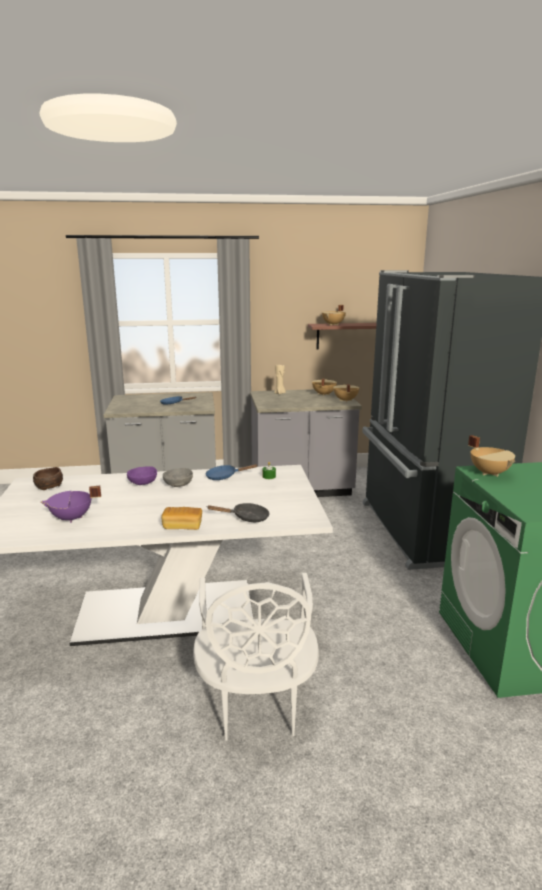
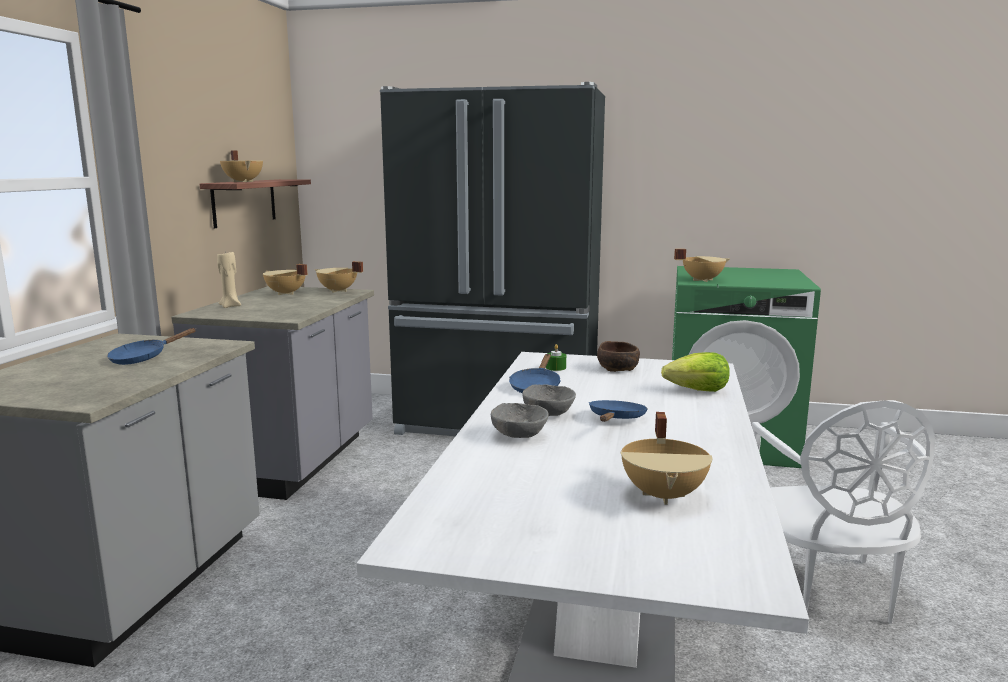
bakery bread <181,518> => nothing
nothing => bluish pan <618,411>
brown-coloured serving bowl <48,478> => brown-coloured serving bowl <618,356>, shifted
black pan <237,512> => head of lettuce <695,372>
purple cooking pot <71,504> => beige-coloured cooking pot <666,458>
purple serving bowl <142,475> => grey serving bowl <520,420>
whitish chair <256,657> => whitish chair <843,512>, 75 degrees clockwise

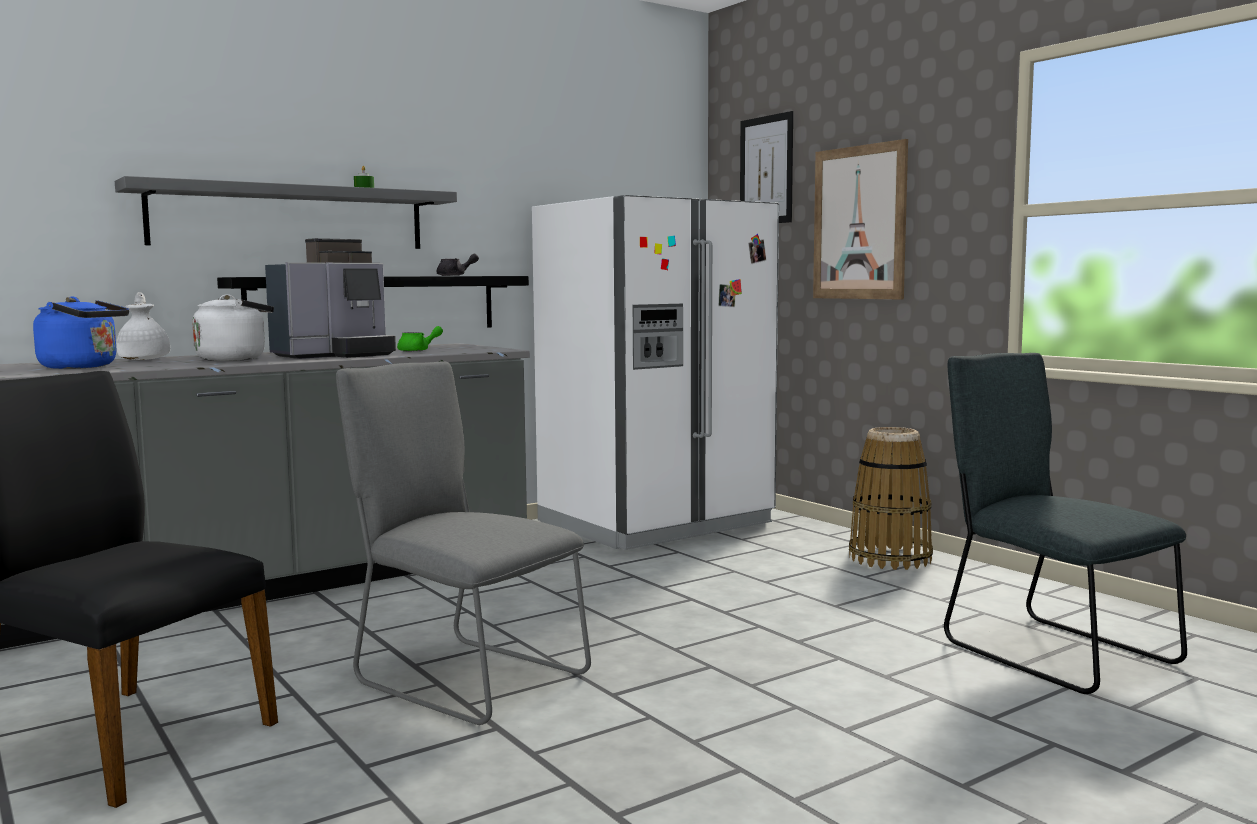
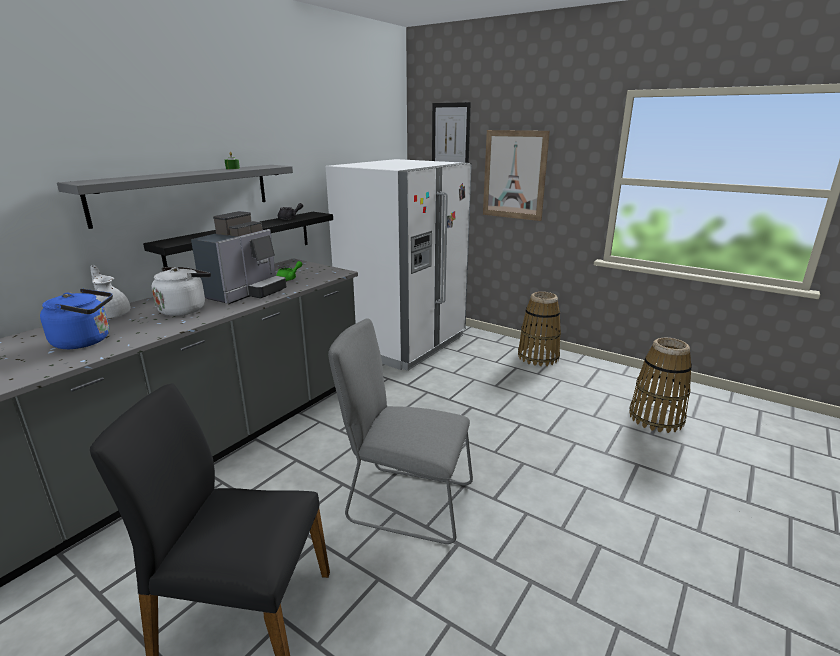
grey chair <1065,523> => storage basket <660,385>

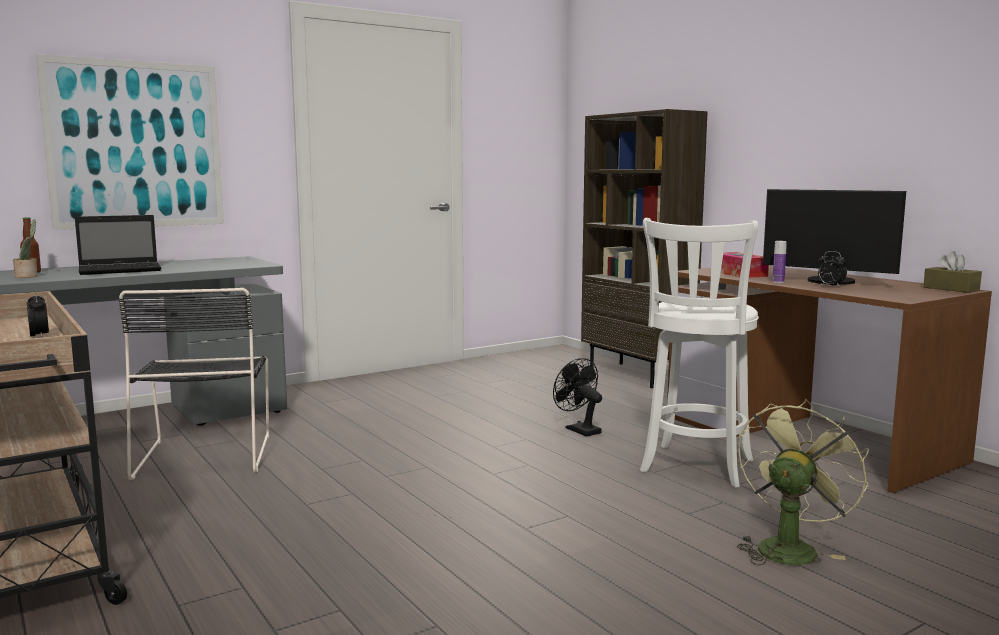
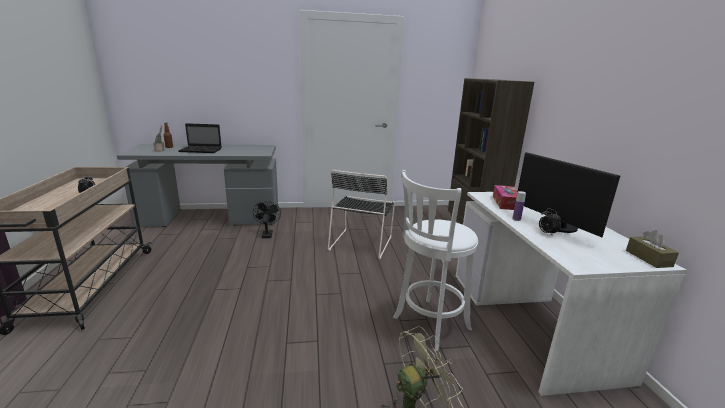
wall picture <130,142> => nothing
black chair <193,384> => black chair <361,214>, shifted
black fan <577,397> => black fan <267,219>, shifted
brown-coloured desk table <829,379> => whitish desk table <571,294>

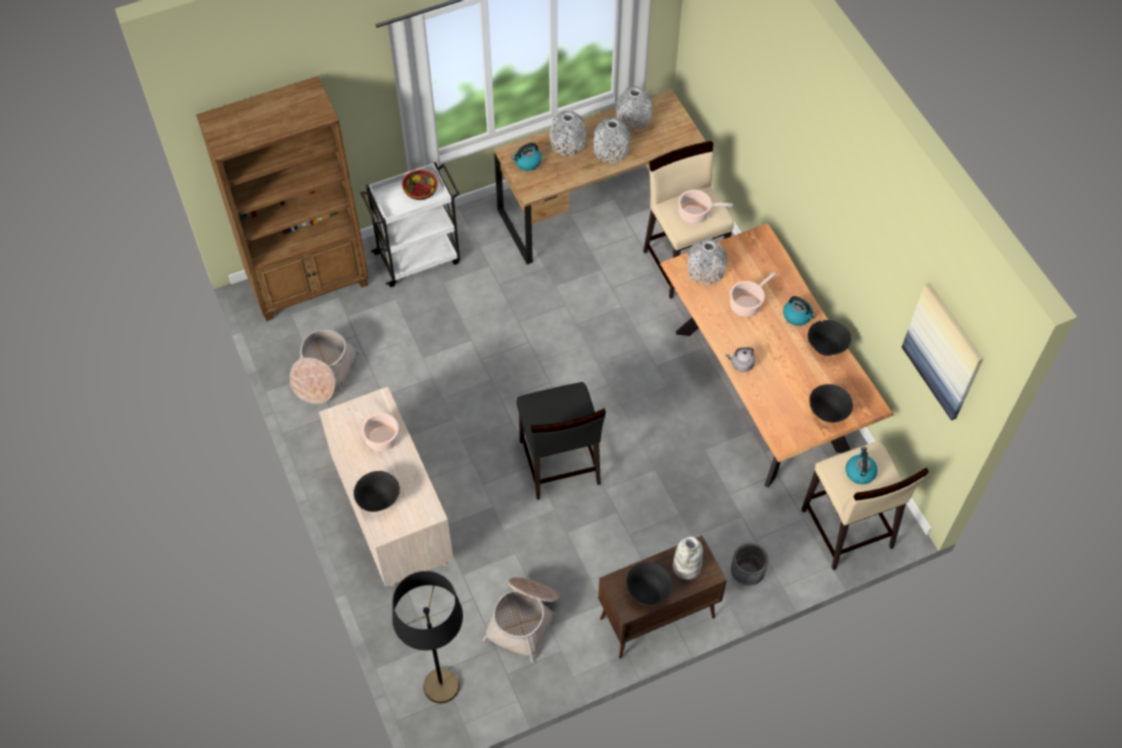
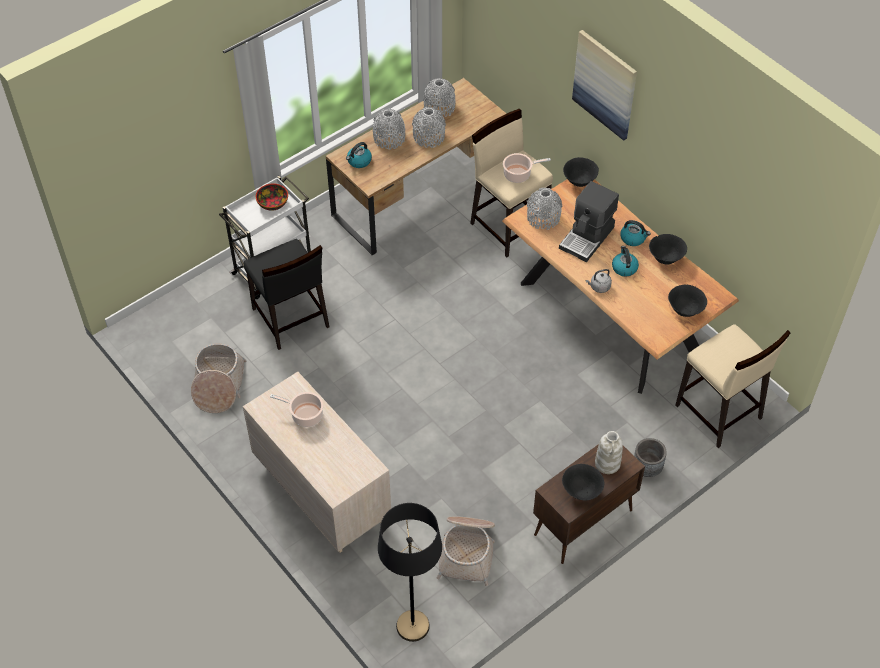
brown-coloured bookshelf <282,198> => nothing
black serving bowl <377,491> => black serving bowl <581,172>, shifted
black chair <561,441> => black chair <286,294>, shifted
kettle <862,465> => kettle <625,261>, shifted
wall picture <943,351> => wall picture <604,85>, shifted
cooking pot <753,294> => coffee machine <589,221>

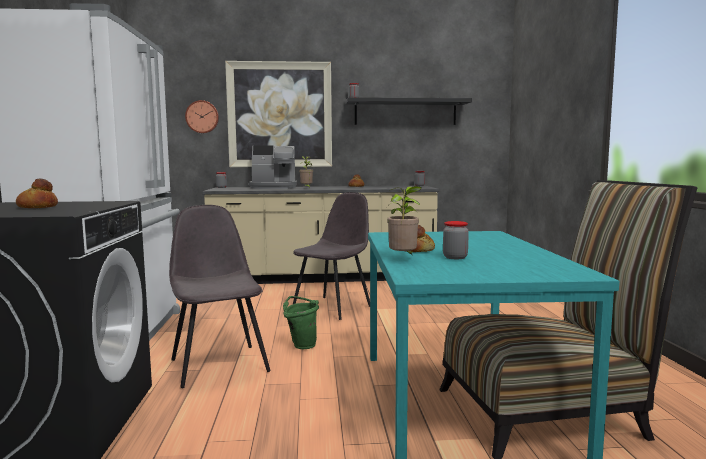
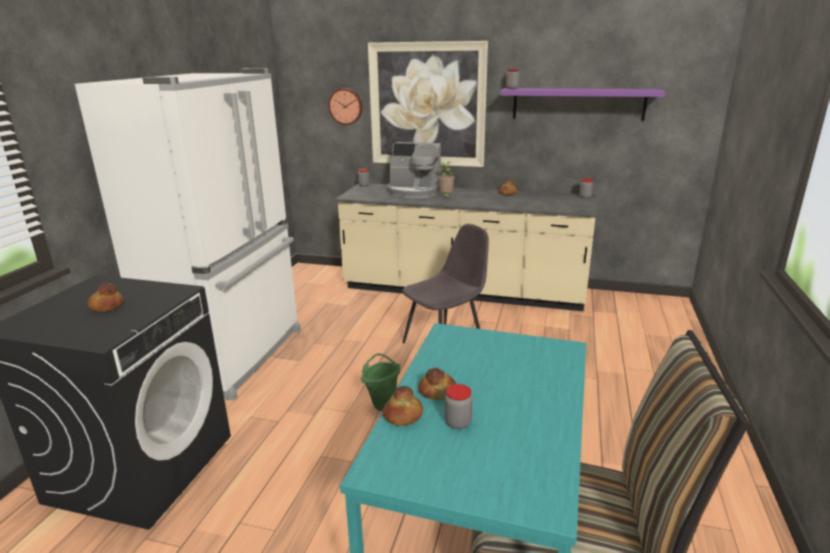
grey chair <220,296> => nothing
plant in a pot <404,221> => bakery bread <403,406>
black shelf <409,111> => purple shelf <582,104>

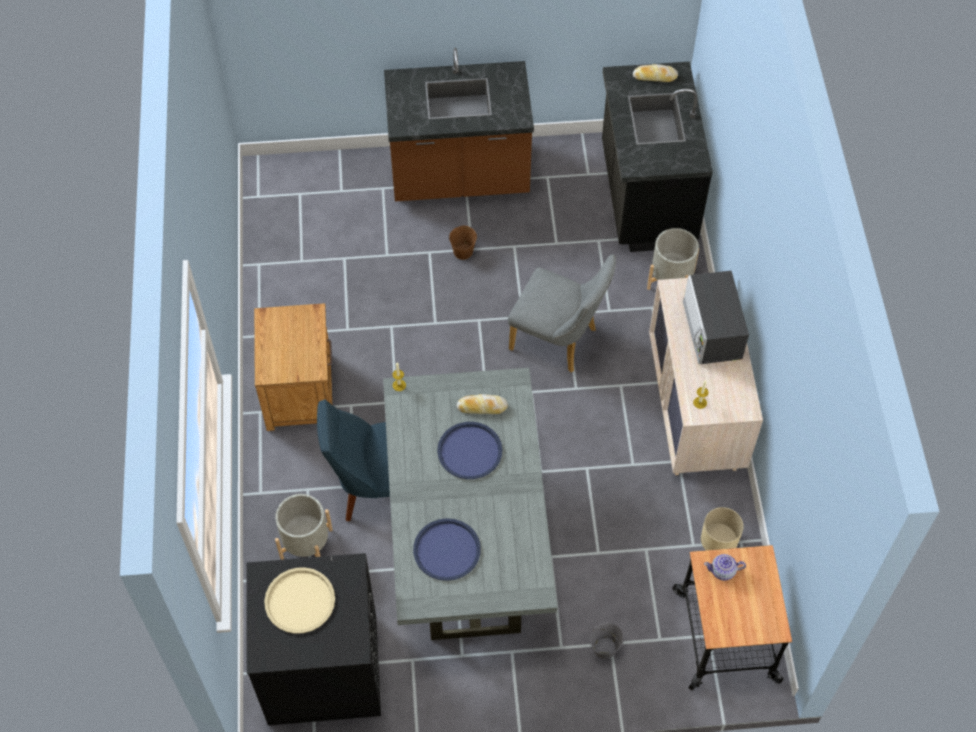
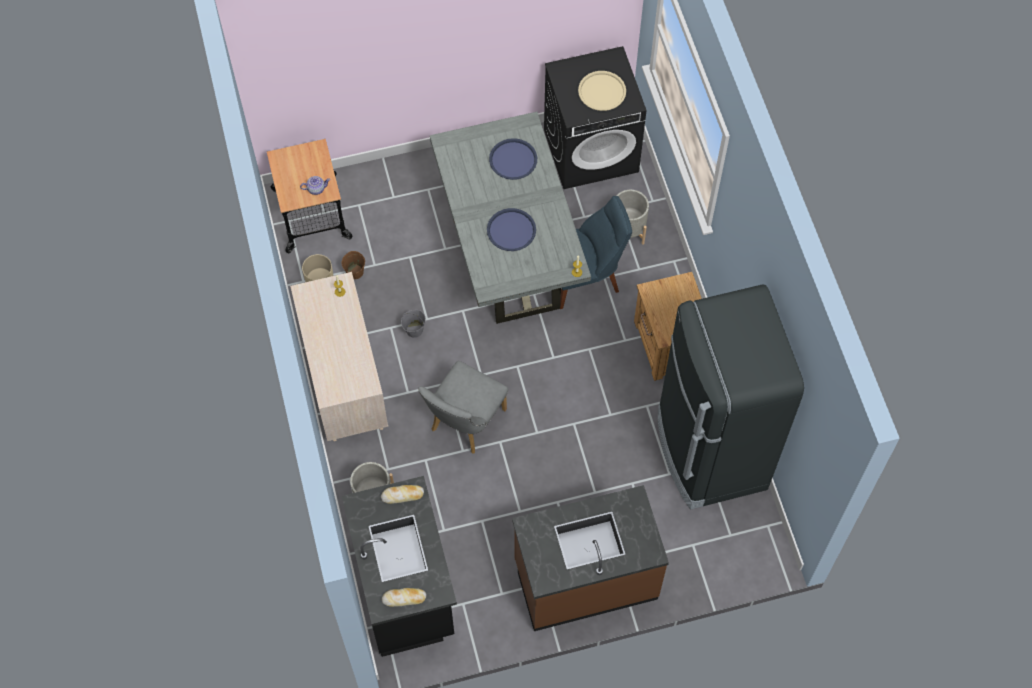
kitchen microwave <716,317> => nothing
nothing => black kitchen fridge <731,397>
brown-coloured water bucket <463,243> => brown-coloured water bucket <353,265>, shifted
bakery bread <482,404> => bakery bread <402,494>, shifted
grey water bucket <607,640> => grey water bucket <413,324>, shifted
grey chair <562,313> => grey chair <463,407>, 75 degrees counterclockwise

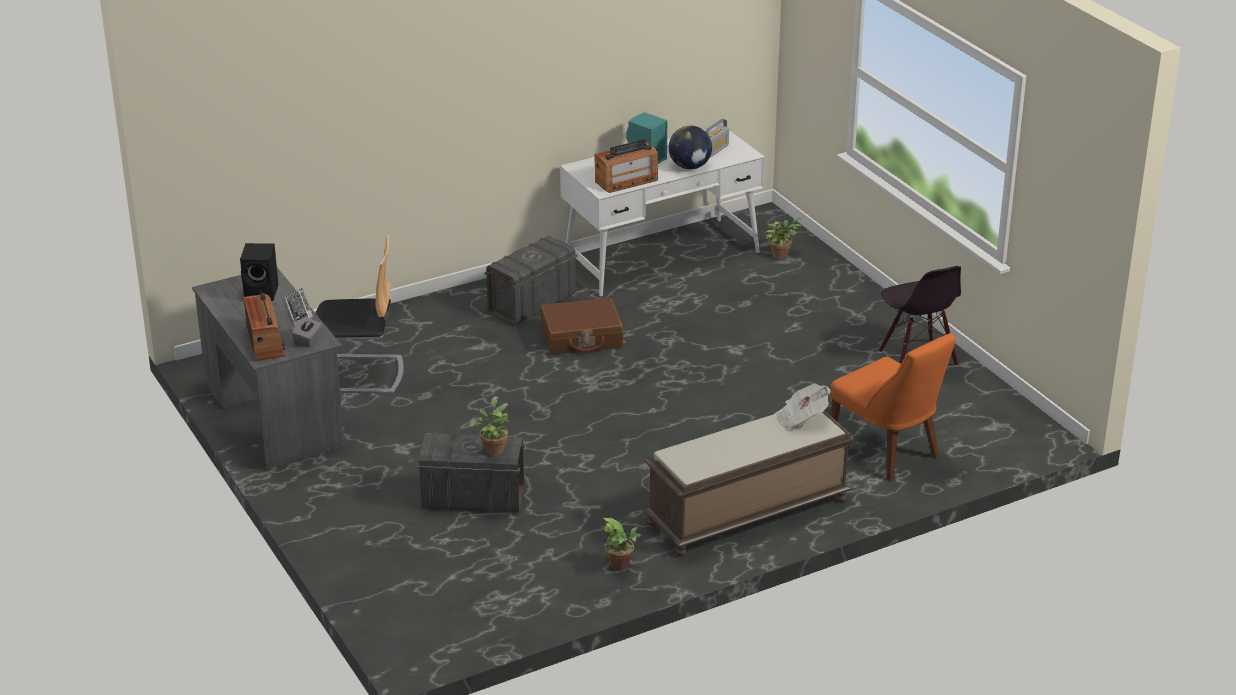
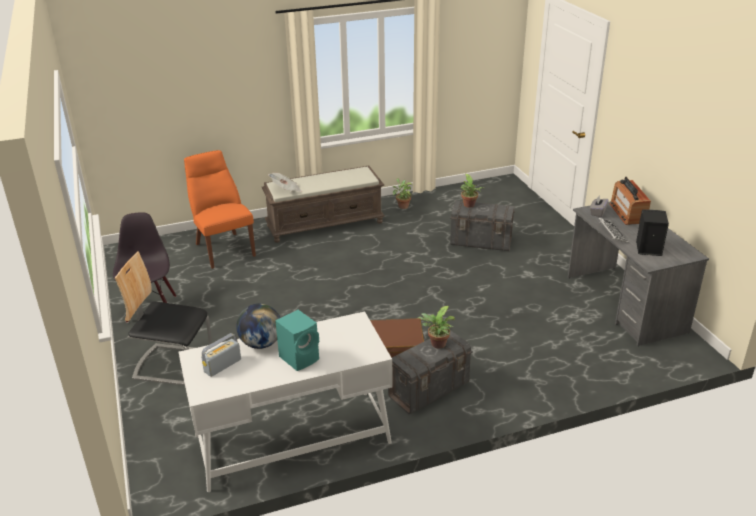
radio <626,166> => nothing
chair <360,314> => chair <163,318>, shifted
plant in a pot <784,238> => plant in a pot <436,327>, shifted

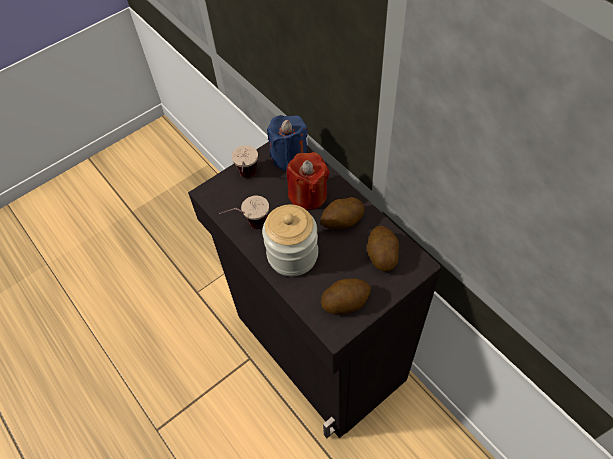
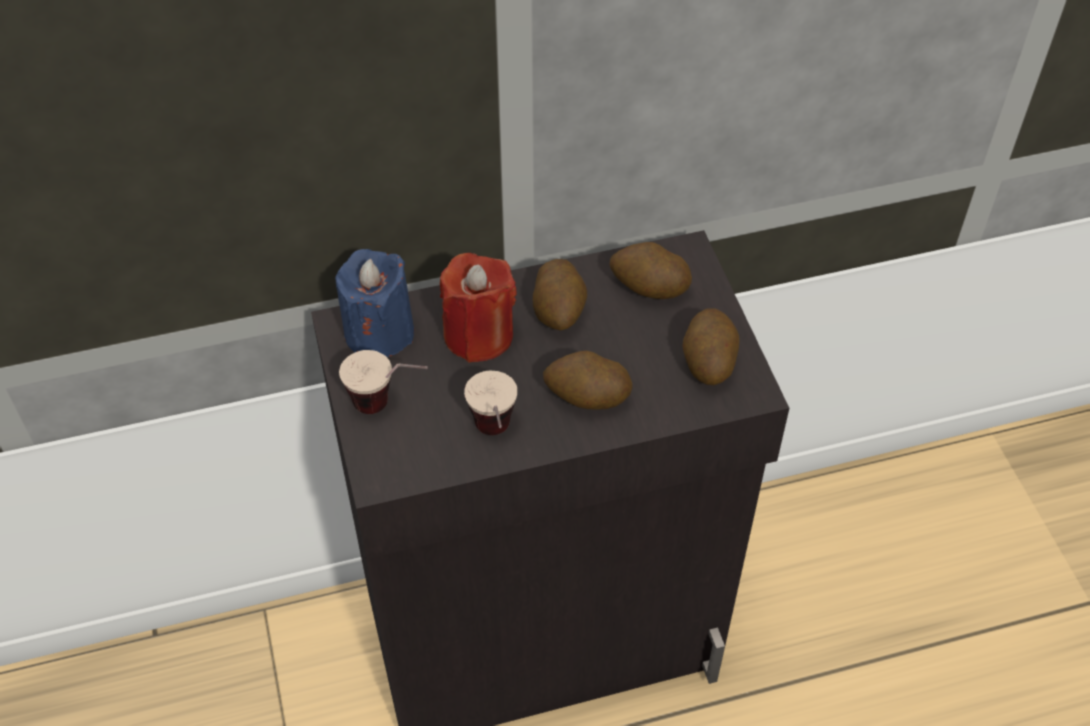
preserve jar <290,240> => whole potato <587,380>

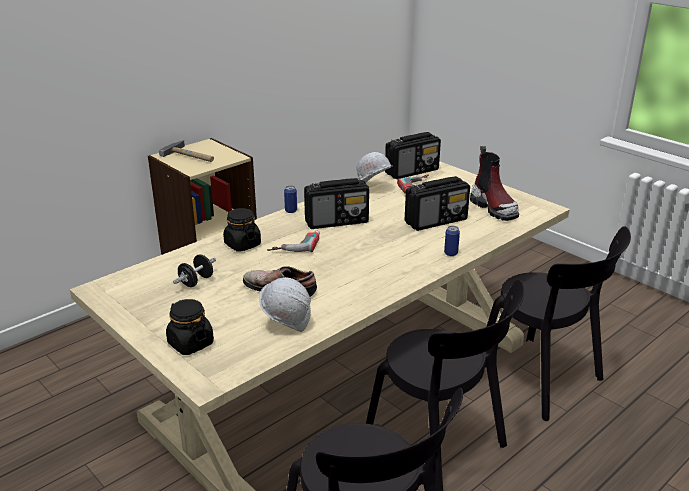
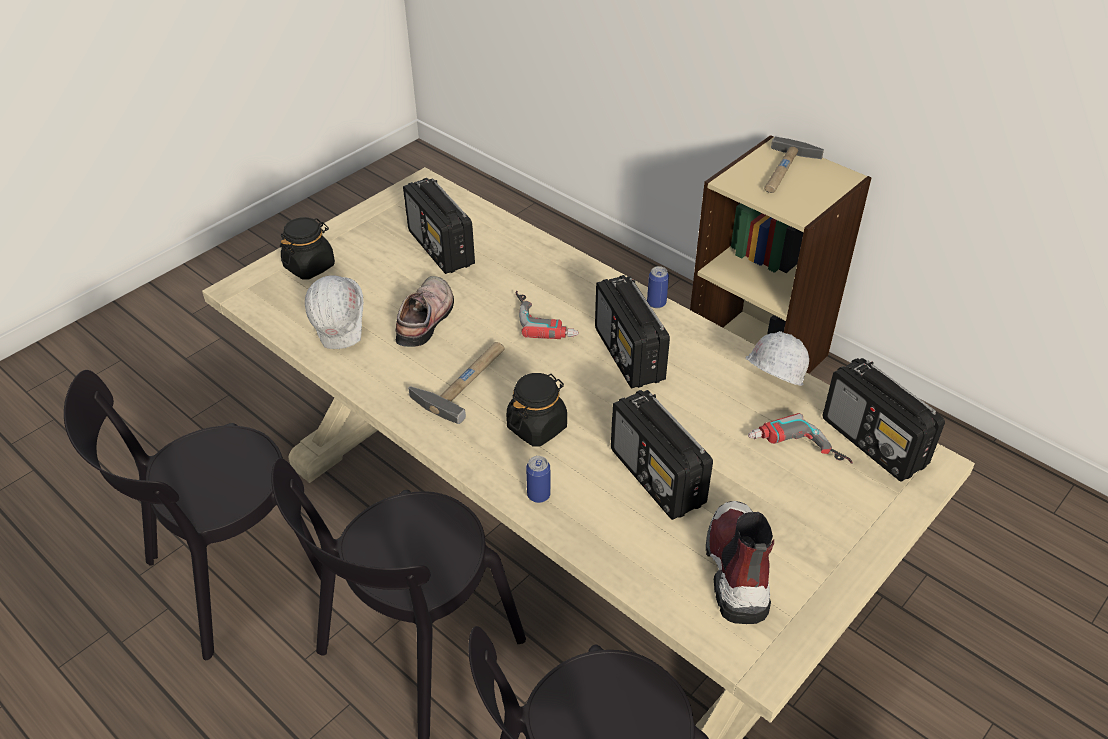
nothing => hand hammer <456,383>
black preserve jar <242,230> => black preserve jar <536,410>, shifted
black free weight <194,270> => radio <439,226>
high-top boot <494,183> => high-top boot <740,562>, 120 degrees clockwise

